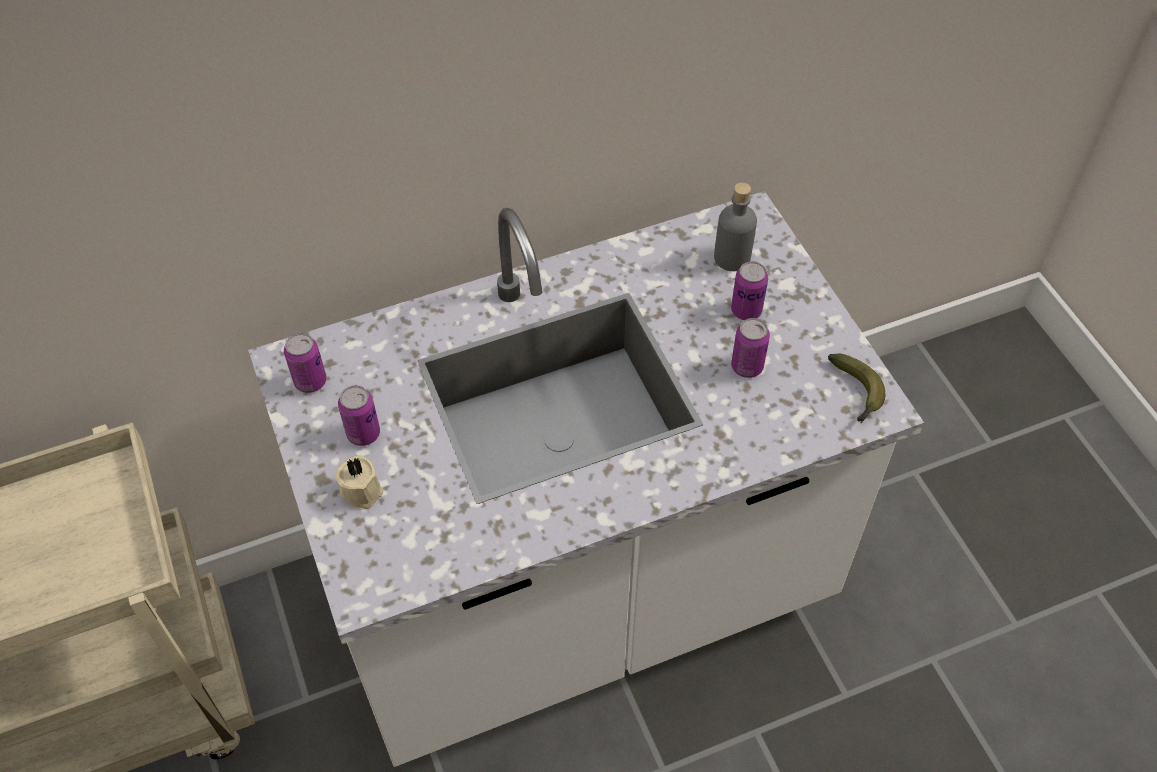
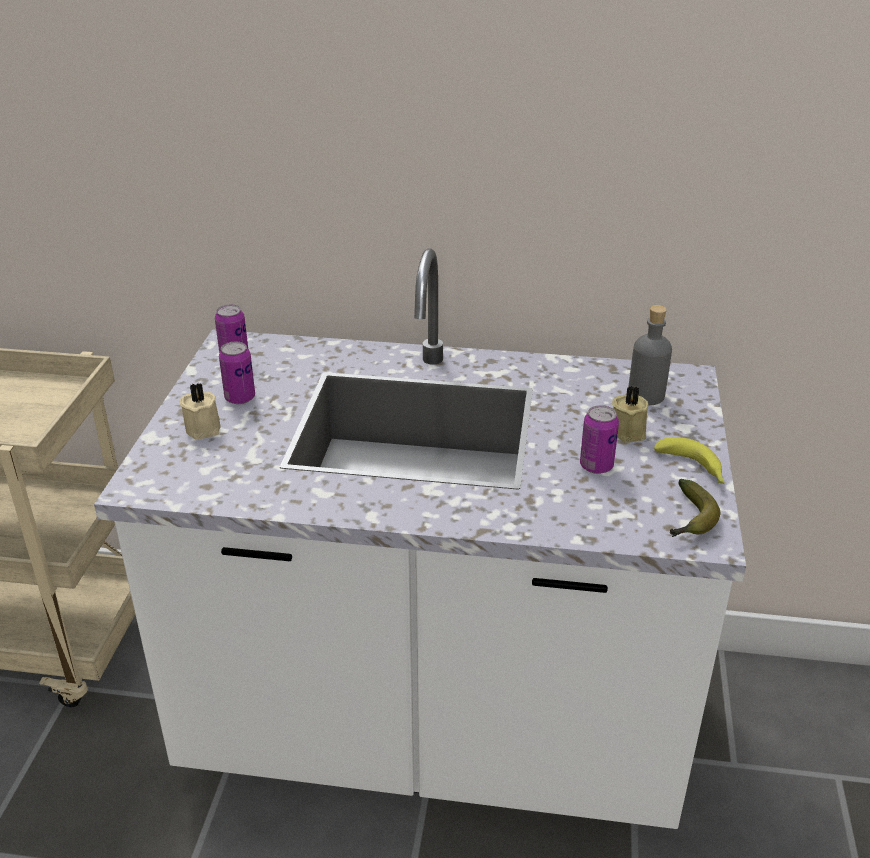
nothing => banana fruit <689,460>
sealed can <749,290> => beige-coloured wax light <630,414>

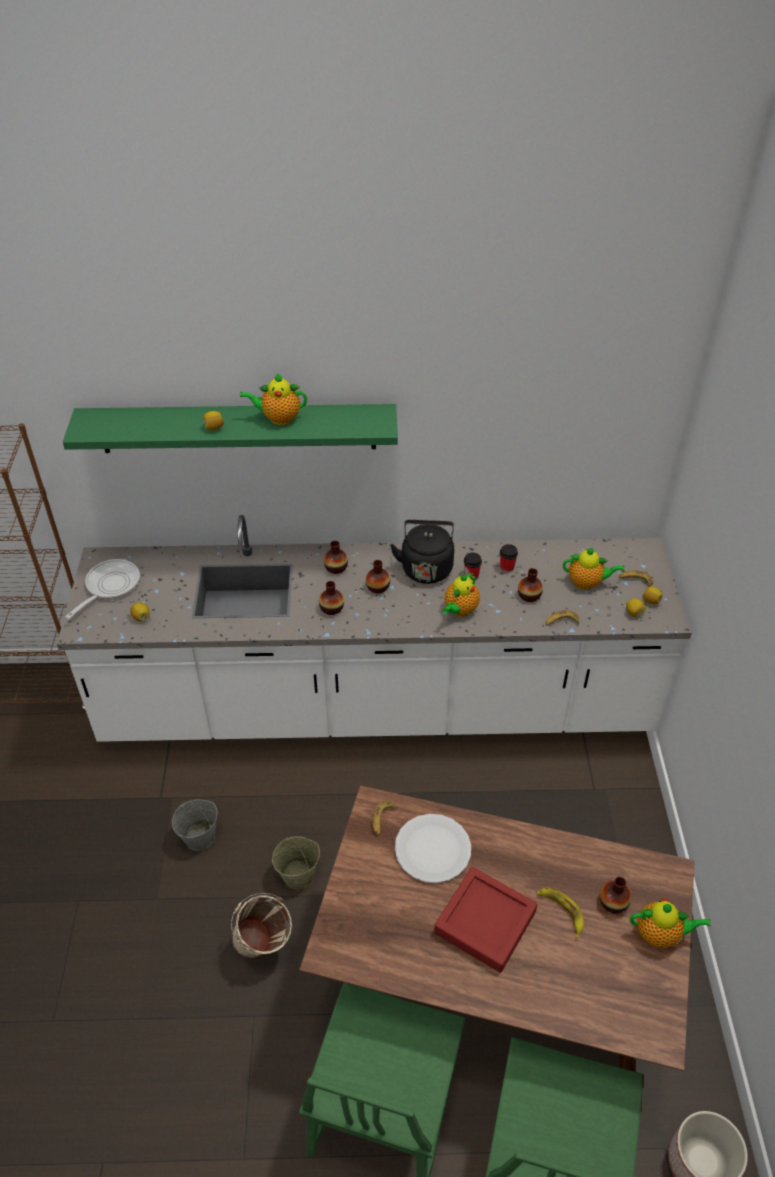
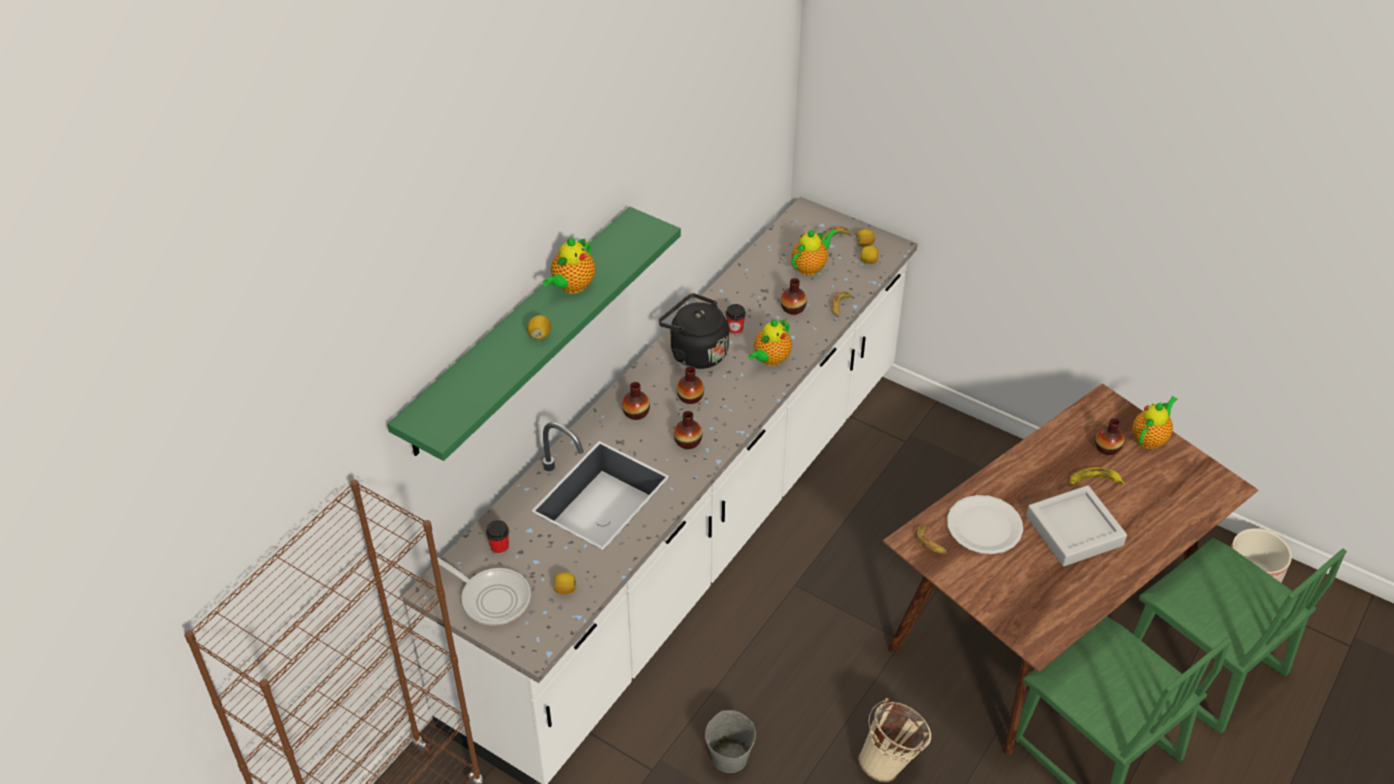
beige-coloured water bucket <296,862> => nothing
small cup <509,558> => small cup <497,537>, shifted
reddish carrying tray <486,920> => grey carrying tray <1076,525>
pan <102,589> => pan <479,590>, 150 degrees clockwise
pot for tea <461,595> => pot for tea <770,342>, 60 degrees clockwise

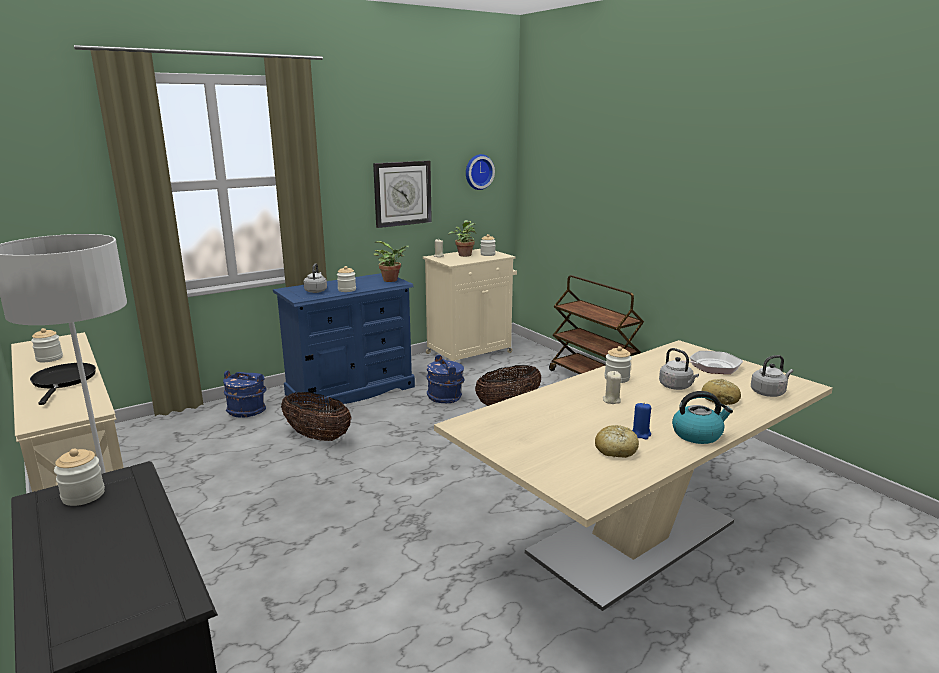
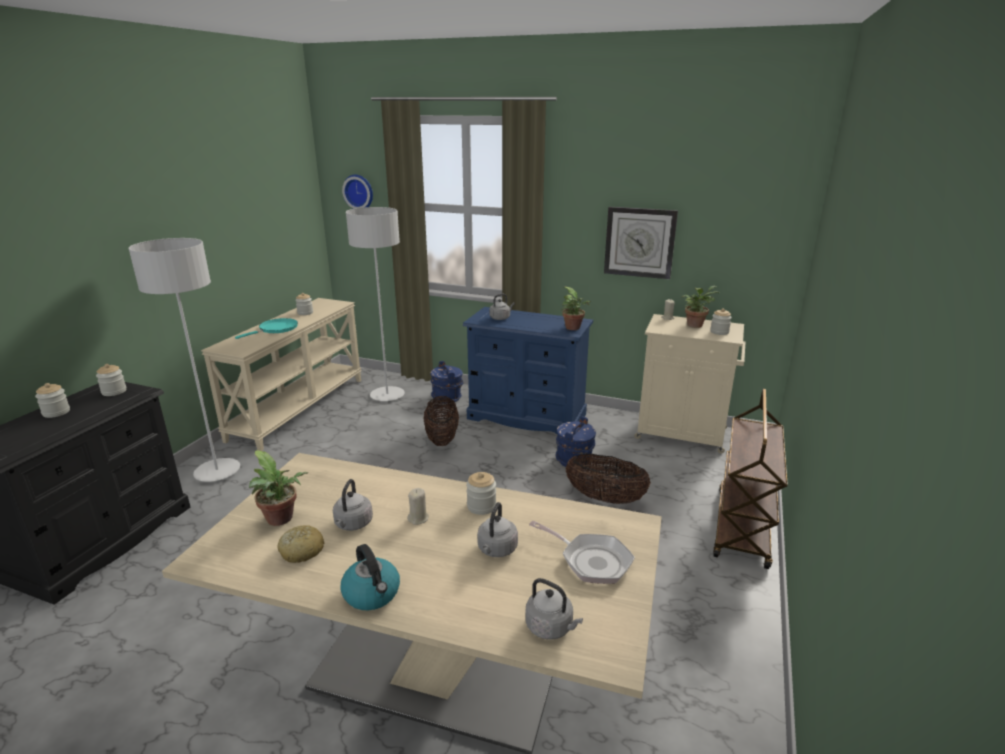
bluish wax light <641,421> => nothing
bakery bread <721,392> => nothing
nothing => plant in a pot <278,488>
nothing => grey kettle <353,505>
nothing => grey standard lamp <375,304>
preserve jar <346,279> => preserve jar <52,400>, shifted
wall clock <480,172> => wall clock <357,192>, shifted
black pan <63,384> => turquoise-coloured pan <266,328>

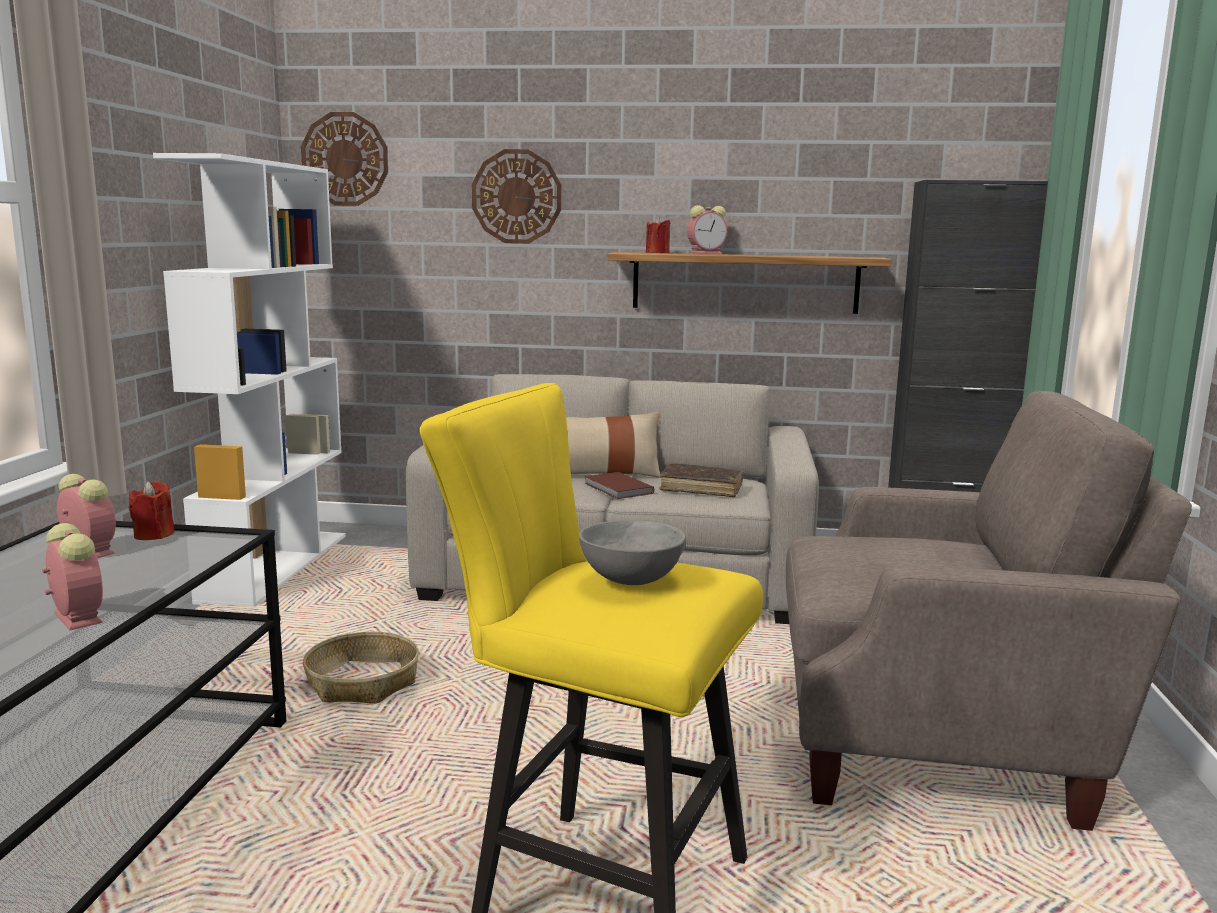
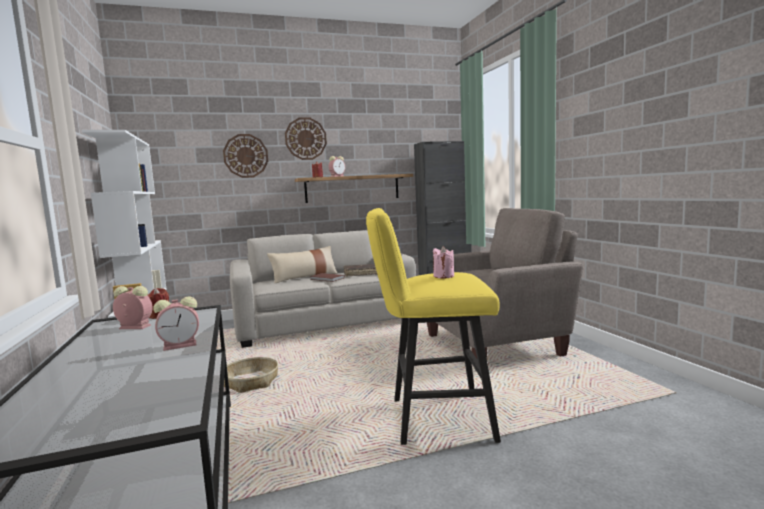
wall clock <344,159> => wall clock <306,138>, shifted
grey serving bowl <632,552> => pink-coloured wax light <443,262>
alarm clock <72,576> => alarm clock <176,323>, 135 degrees clockwise

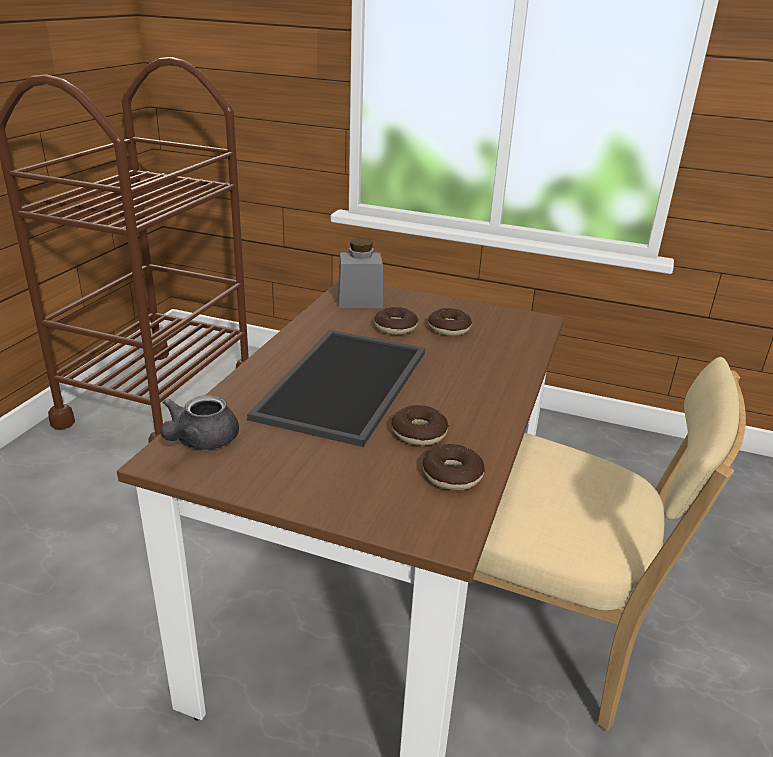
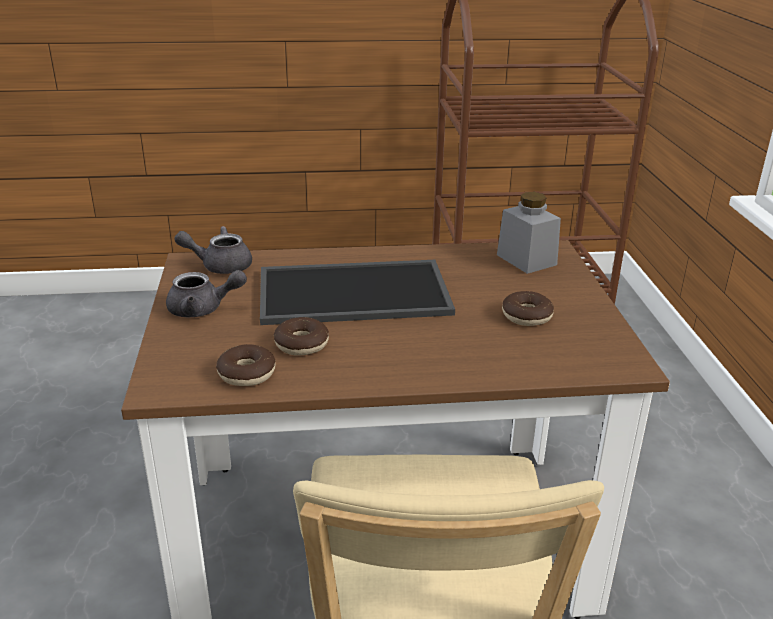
ring doughnut <396,321> => nothing
nothing => grey pot for tea <206,293>

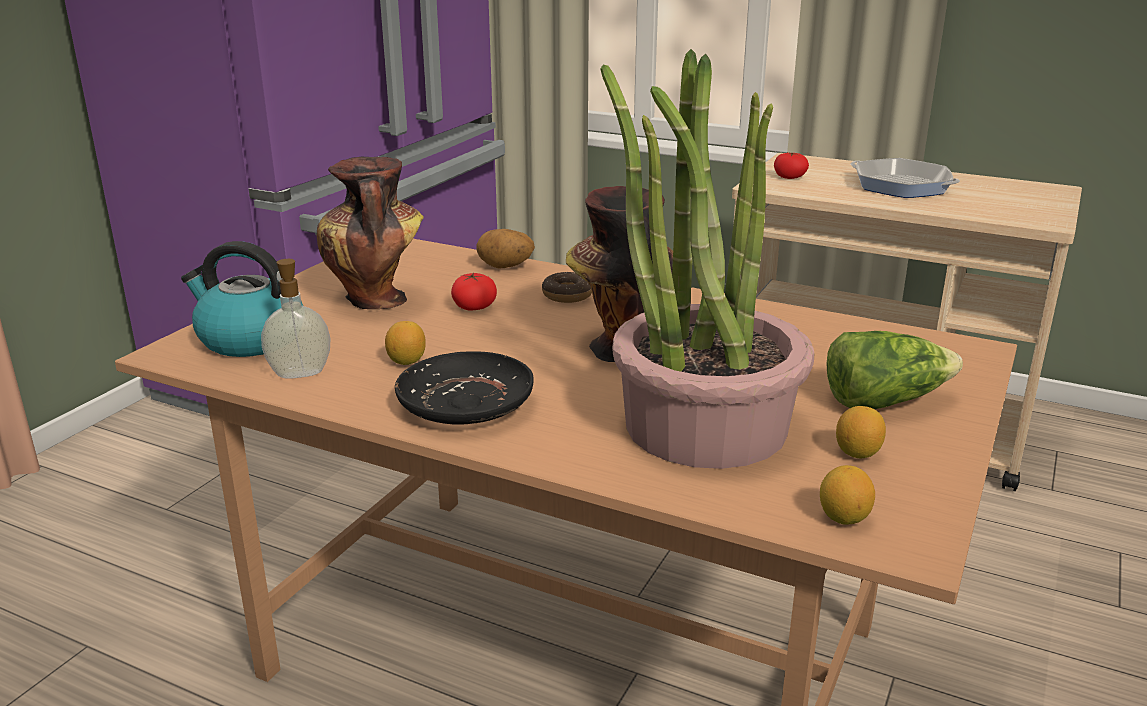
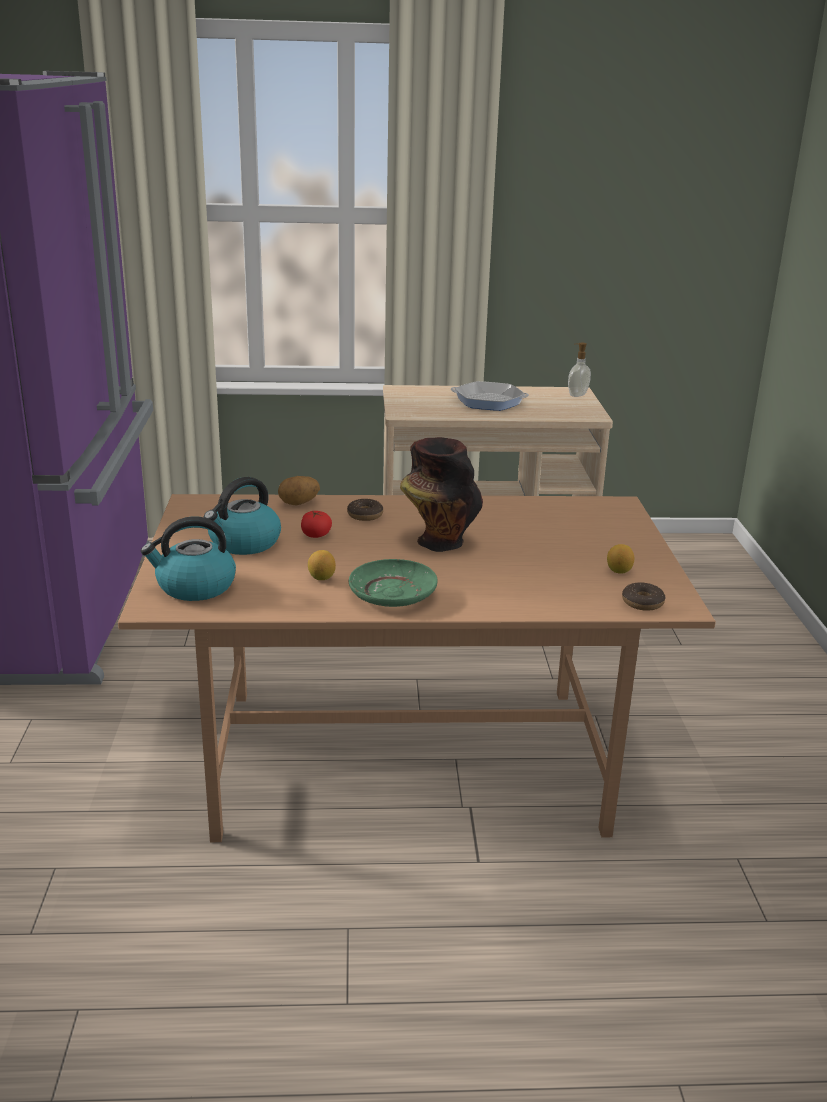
plant in a pot <707,259> => nothing
fresh tomato <791,165> => nothing
head of lettuce <894,370> => nothing
soap bottle <295,319> => soap bottle <579,370>, shifted
decorative vase <370,233> => kettle <242,516>
whole lemon <847,495> => ring doughnut <643,596>
black plate <464,387> => green plate <393,583>

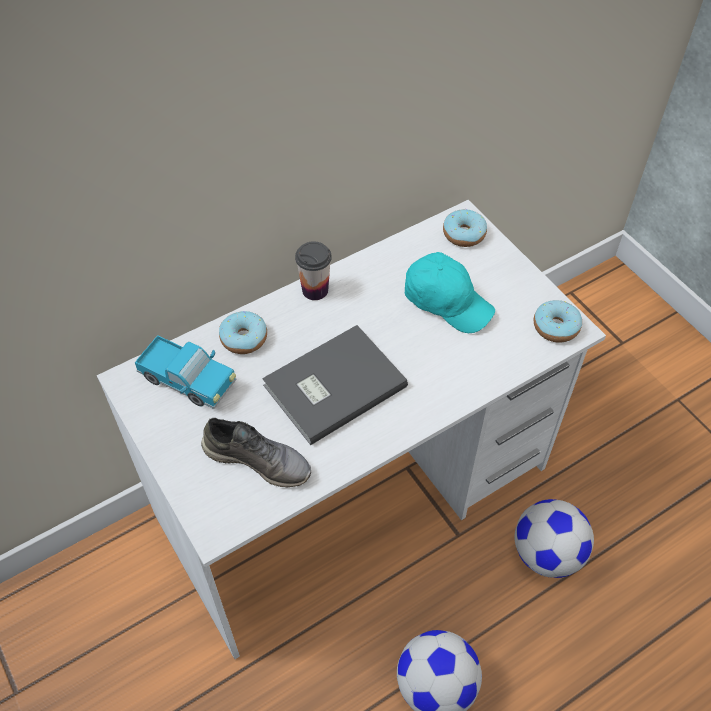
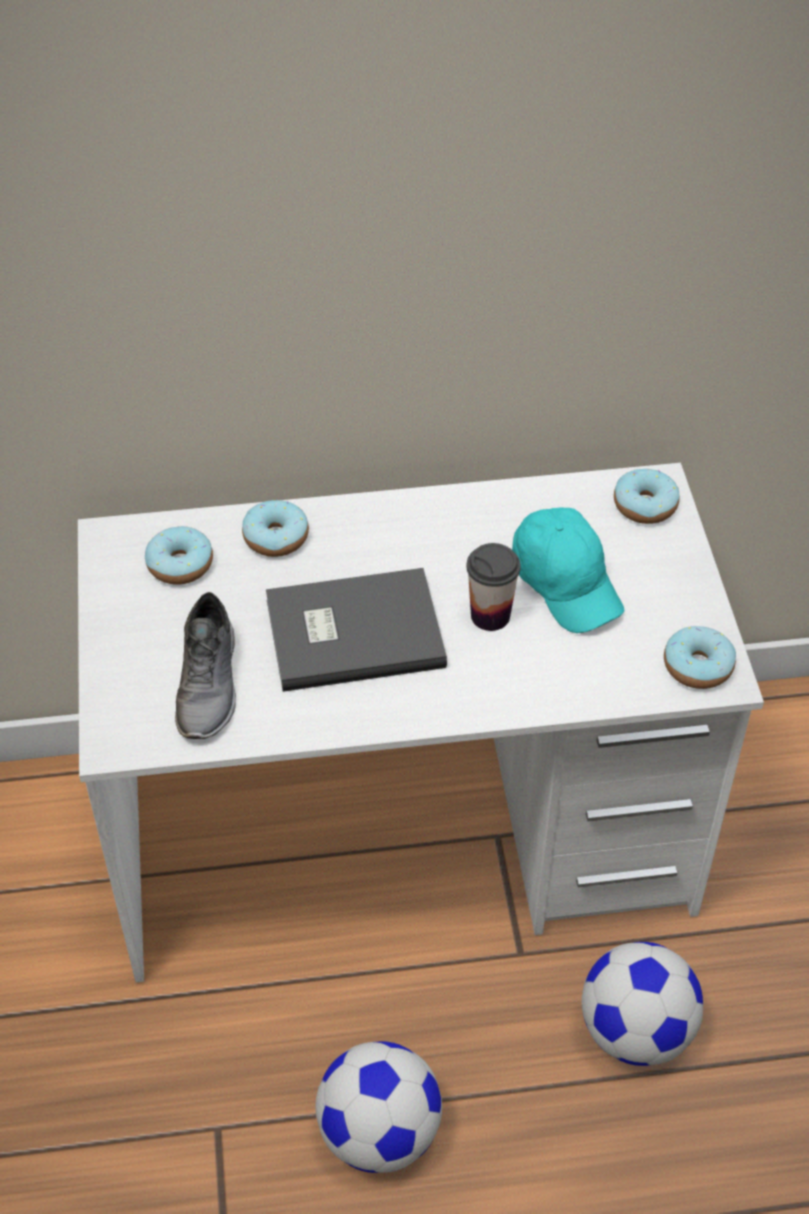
small cup <313,270> => small cup <493,587>, shifted
model truck <185,372> => ring doughnut <179,555>
grey low shoe <256,453> => grey low shoe <205,665>, 45 degrees clockwise

